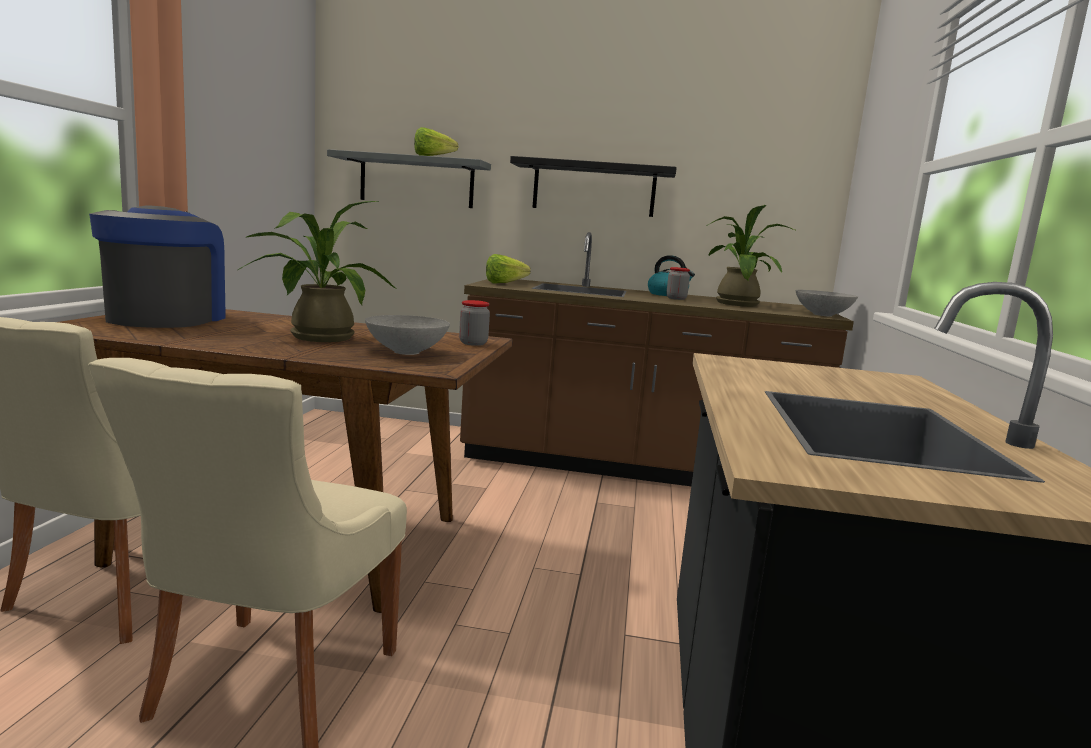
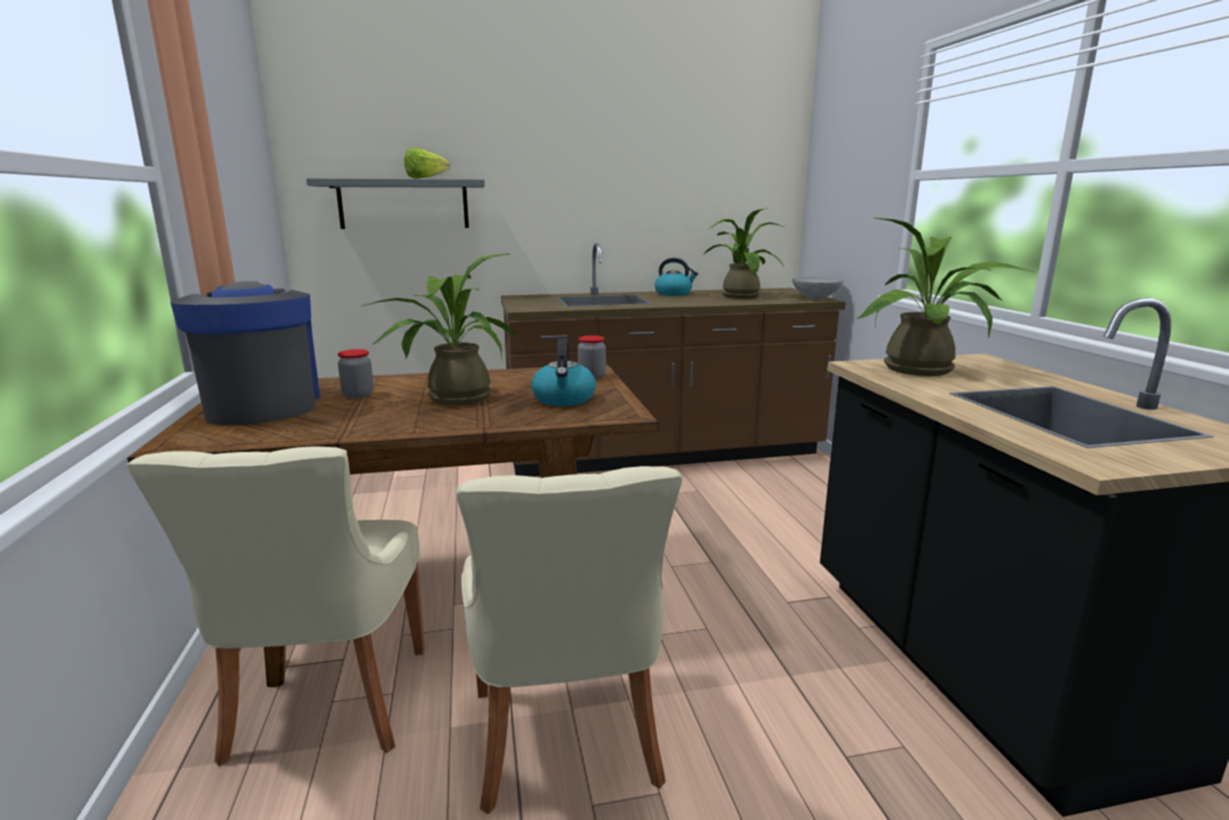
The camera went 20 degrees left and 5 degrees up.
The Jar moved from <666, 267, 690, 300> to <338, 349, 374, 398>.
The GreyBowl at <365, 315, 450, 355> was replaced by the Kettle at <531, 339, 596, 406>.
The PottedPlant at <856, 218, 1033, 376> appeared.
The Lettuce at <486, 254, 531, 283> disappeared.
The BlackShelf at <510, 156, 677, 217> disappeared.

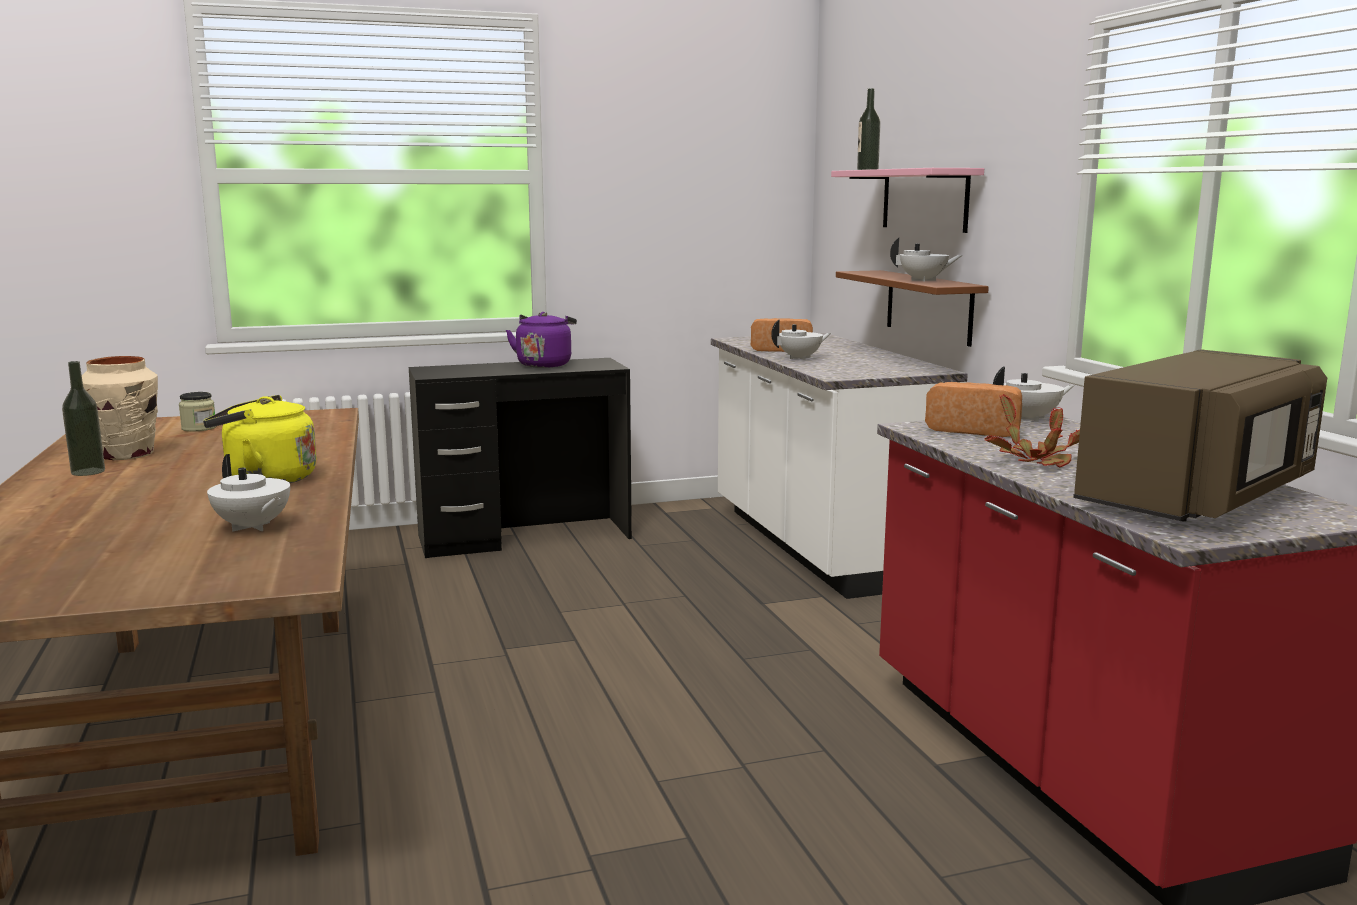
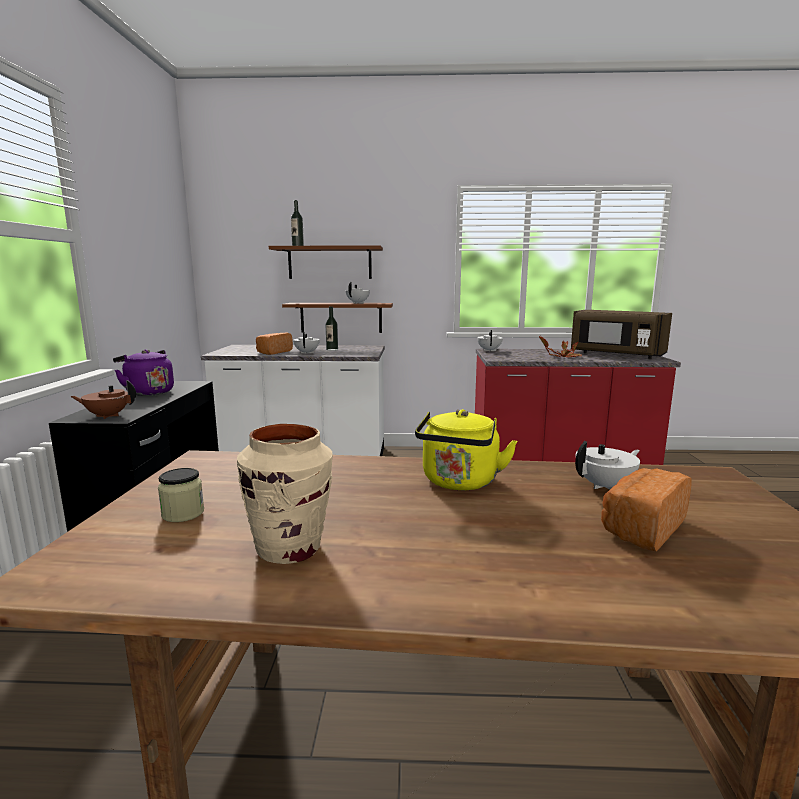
The camera went 70 degrees left and 0 degrees up.
The BrownTeapot at <70, 380, 136, 419> appeared.
The PinkShelf at <831, 168, 984, 233> became the BrownShelf at <269, 245, 383, 279>.
The Bottle moved from <62, 361, 105, 476> to <326, 306, 338, 351>.
The BrownMicrowave at <1073, 349, 1327, 521> turned 150 degrees clockwise.
The Bread moved from <925, 382, 1022, 437> to <601, 468, 692, 551>.

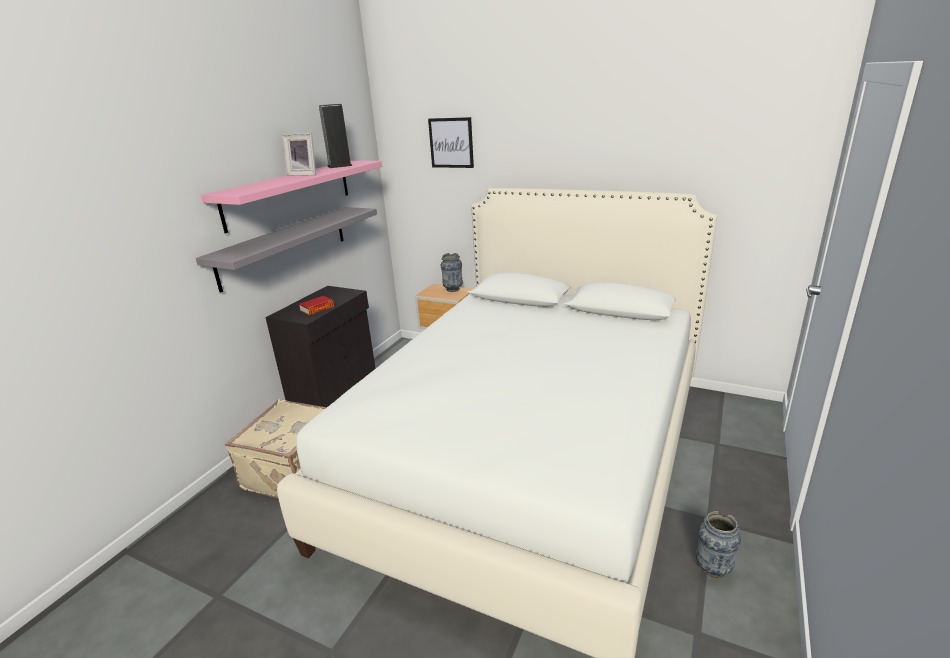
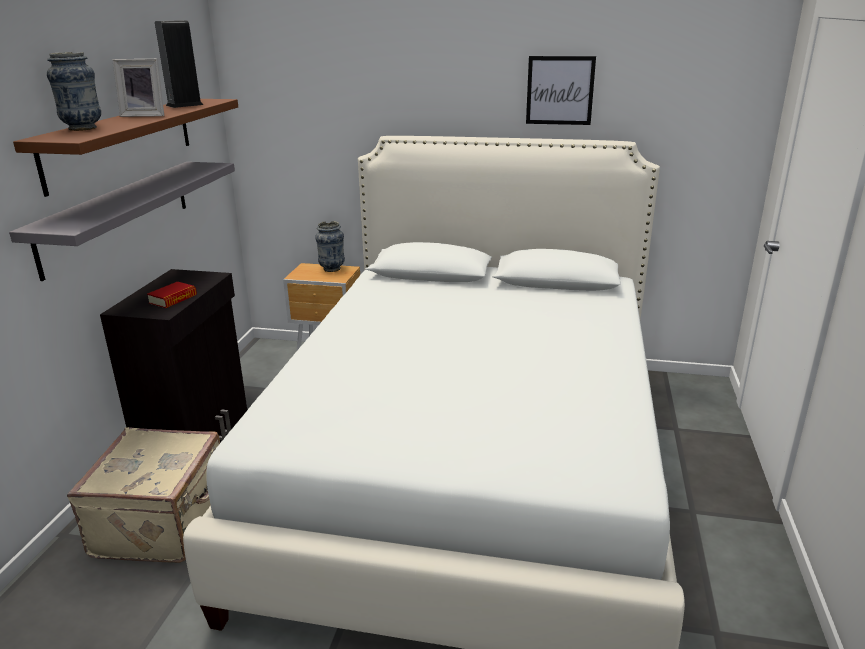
The camera went 15 degrees left and 0 degrees up.
The PinkShelf at <201, 161, 382, 233> became the BrownShelf at <13, 99, 238, 197>.
The Vase moved from <696, 511, 741, 578> to <47, 52, 101, 131>.
The Picture moved from <428, 117, 474, 168> to <526, 56, 596, 125>.

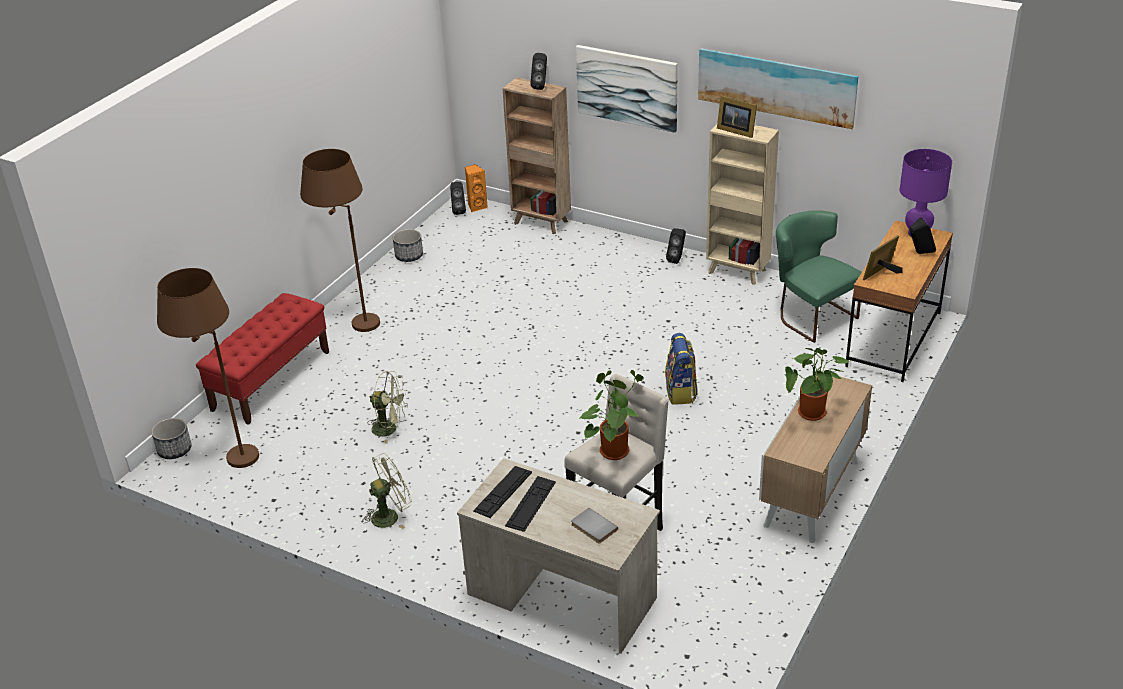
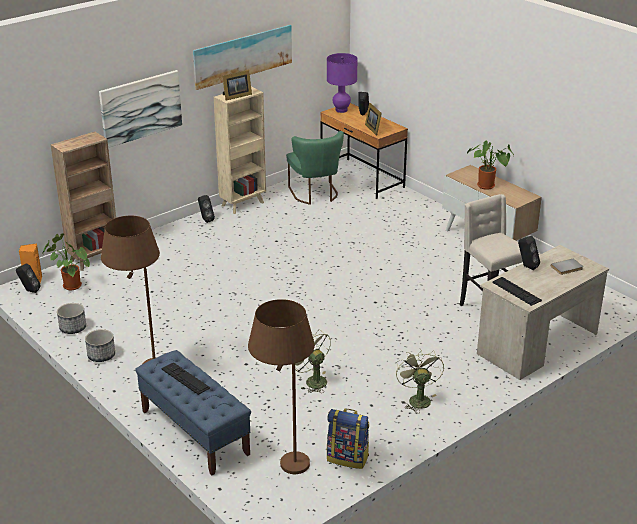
The camera went 70 degrees left and 5 degrees down.
The PottedPlant moved from <580, 370, 644, 460> to <42, 233, 90, 290>.
The Planter moved from <151, 418, 192, 459> to <85, 329, 115, 362>.
The RedBench at <196, 293, 329, 425> became the BlueBench at <135, 350, 251, 475>.
The Keyboard moved from <505, 476, 556, 532> to <161, 362, 210, 395>.
The GreenChair at <776, 210, 862, 343> turned 90 degrees counterclockwise.
The GreenFan at <367, 371, 408, 444> turned 75 degrees counterclockwise.
The Backpack moved from <665, 333, 698, 404> to <327, 409, 369, 469>.
The BlackSpeaker moved from <530, 53, 547, 90> to <518, 236, 540, 270>.

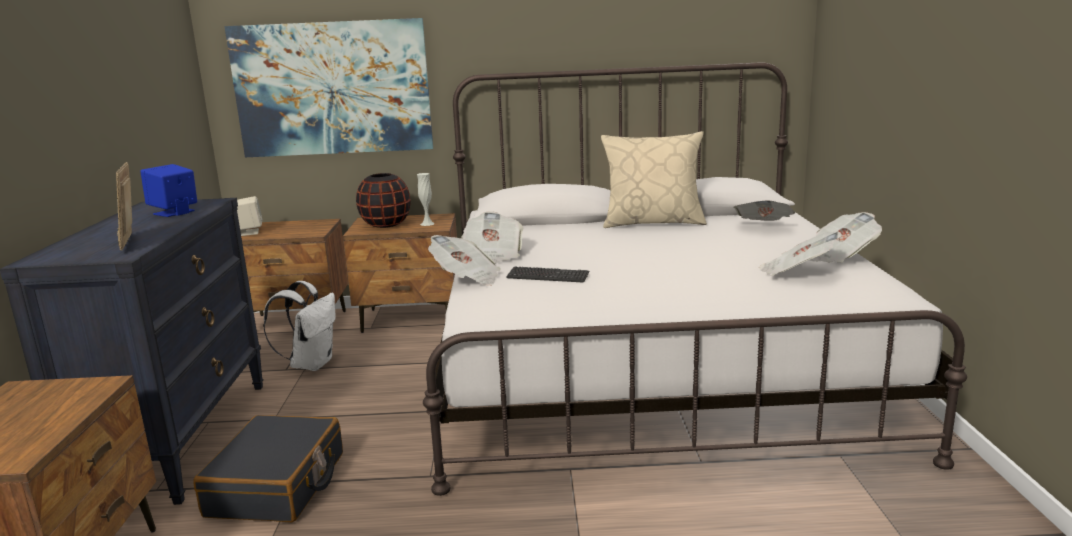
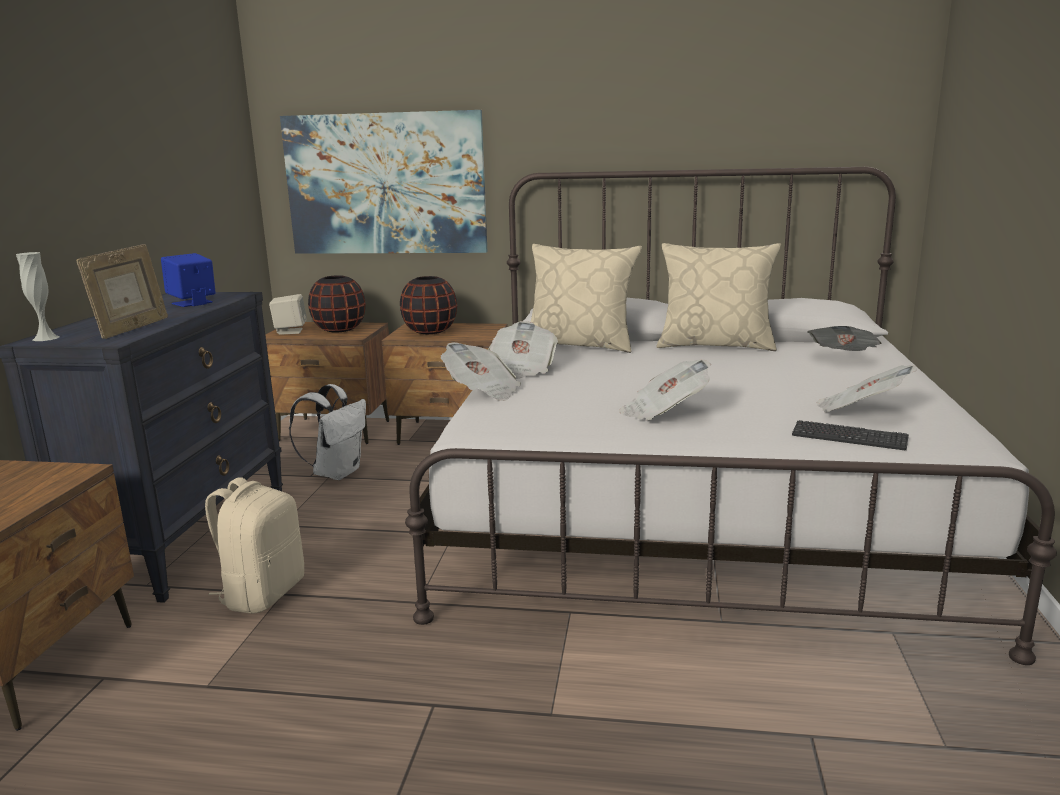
The camera went 10 degrees right and 0 degrees up.
The WhiteVase moved from <417, 173, 435, 226> to <16, 252, 60, 341>.
The PictureFrame at <116, 162, 132, 251> turned 150 degrees counterclockwise.
The BlackSuitcase at <193, 415, 343, 522> was replaced by the BeigeBackpack at <205, 477, 304, 614>.
The BlackVase at <308, 275, 366, 332> appeared.
The BeigePillow at <530, 244, 642, 353> appeared.
The Newspaper moved from <809, 212, 882, 263> to <619, 360, 711, 421>.
The Keyboard moved from <506, 266, 589, 283> to <792, 420, 909, 450>.

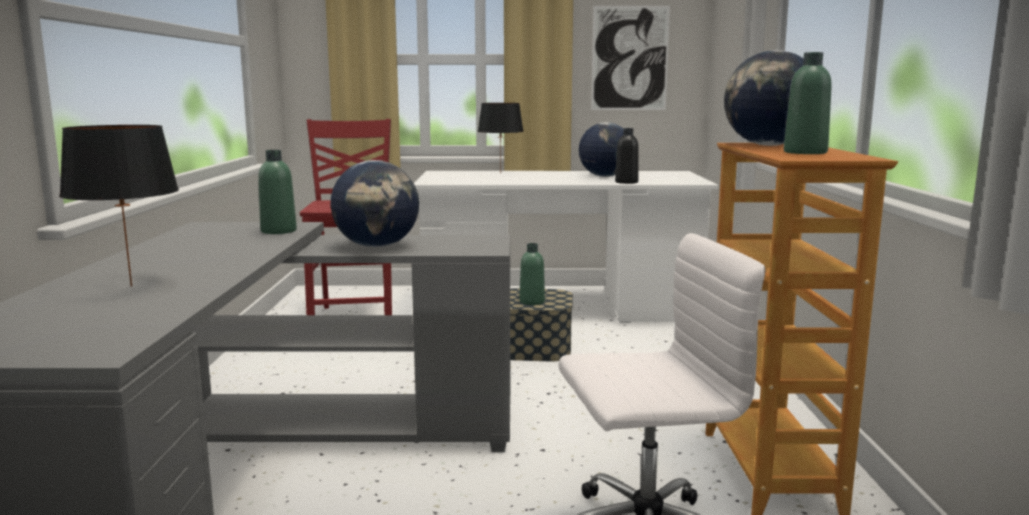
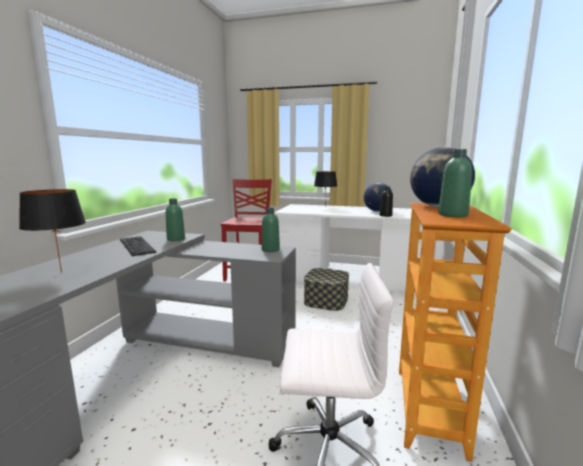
The camera went 15 degrees right and 0 degrees up.
The Keyboard at <120, 236, 157, 256> appeared.
The GreenBottle moved from <519, 243, 545, 305> to <262, 208, 280, 252>.
The Globe at <331, 160, 419, 248> disappeared.
The Picture at <591, 6, 670, 110> disappeared.

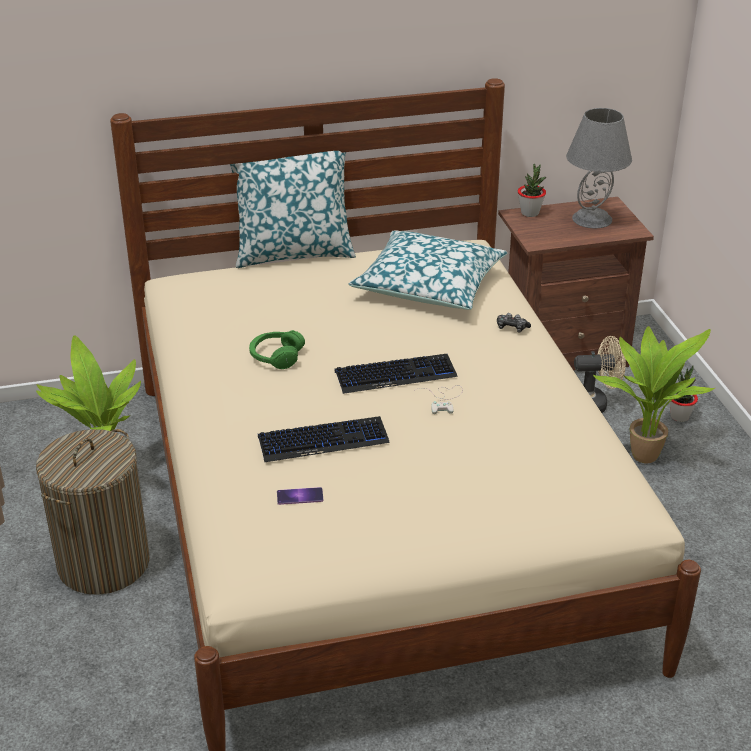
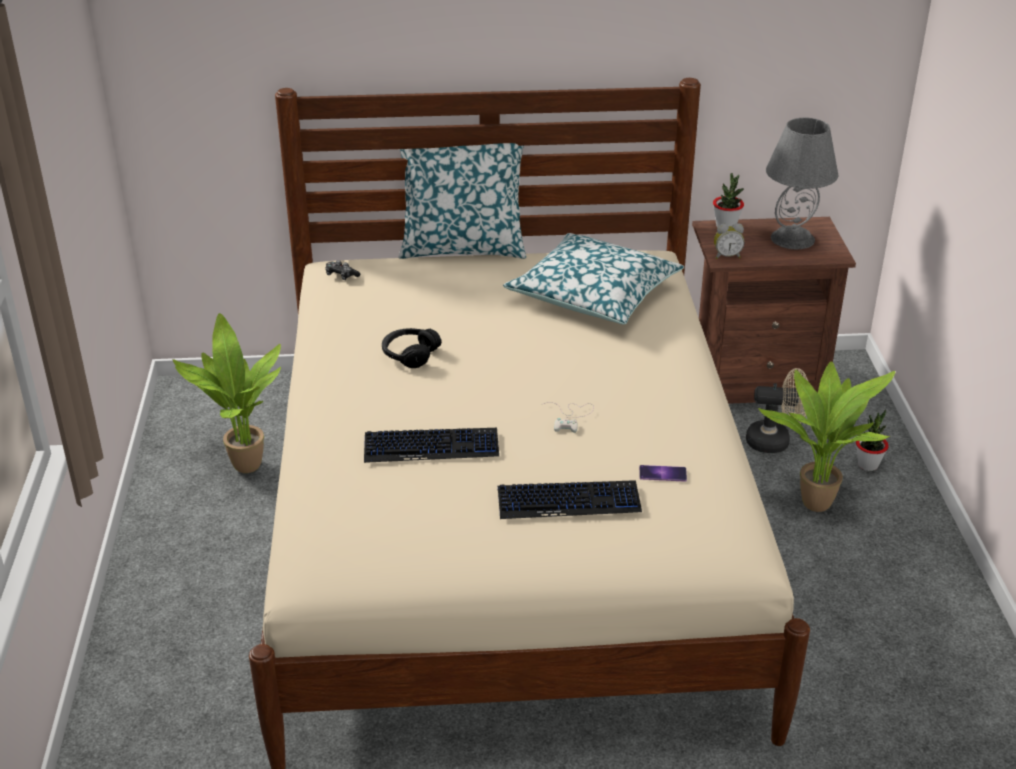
The camera went 10 degrees right and 0 degrees up.
The GameController moved from <497, 313, 531, 332> to <325, 260, 360, 280>.
The GreenHeadphones at <249, 330, 305, 369> became the BlackHeadphones at <382, 328, 441, 368>.
The Keyboard moved from <335, 354, 458, 394> to <498, 480, 642, 519>.
The Phone moved from <277, 487, 323, 505> to <639, 465, 687, 481>.
The AlarmClock at <714, 223, 744, 259> appeared.
The LaundryBasket at <36, 429, 150, 595> disappeared.

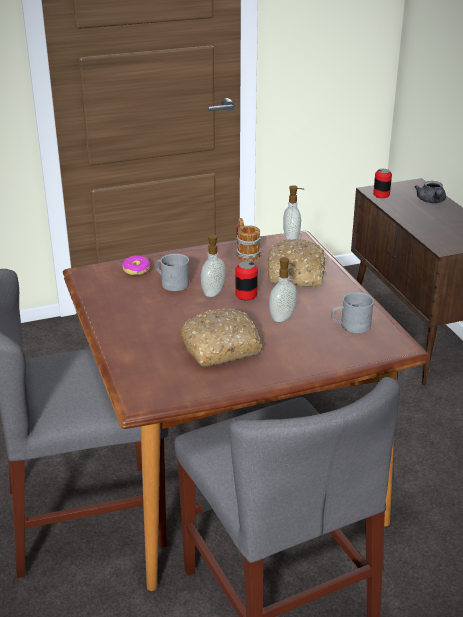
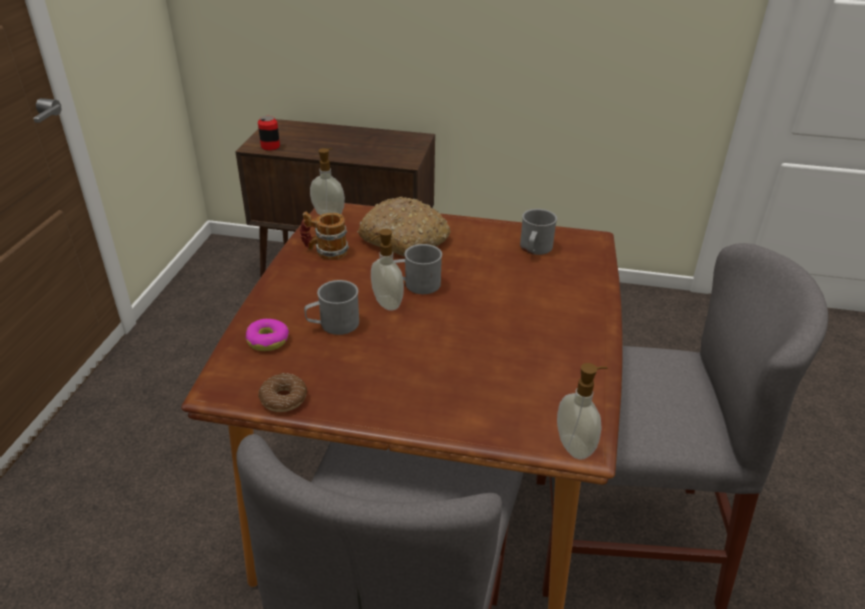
The camera went 60 degrees left and 5 degrees up.
The Donut at <258, 373, 307, 412> appeared.
The Can at <236, 261, 258, 300> was replaced by the GreyMug at <393, 244, 442, 294>.
The SoapDispenser moved from <269, 257, 297, 322> to <557, 363, 607, 460>.
The Bread at <181, 308, 262, 367> disappeared.
The GreyTeapot at <414, 181, 446, 203> disappeared.

